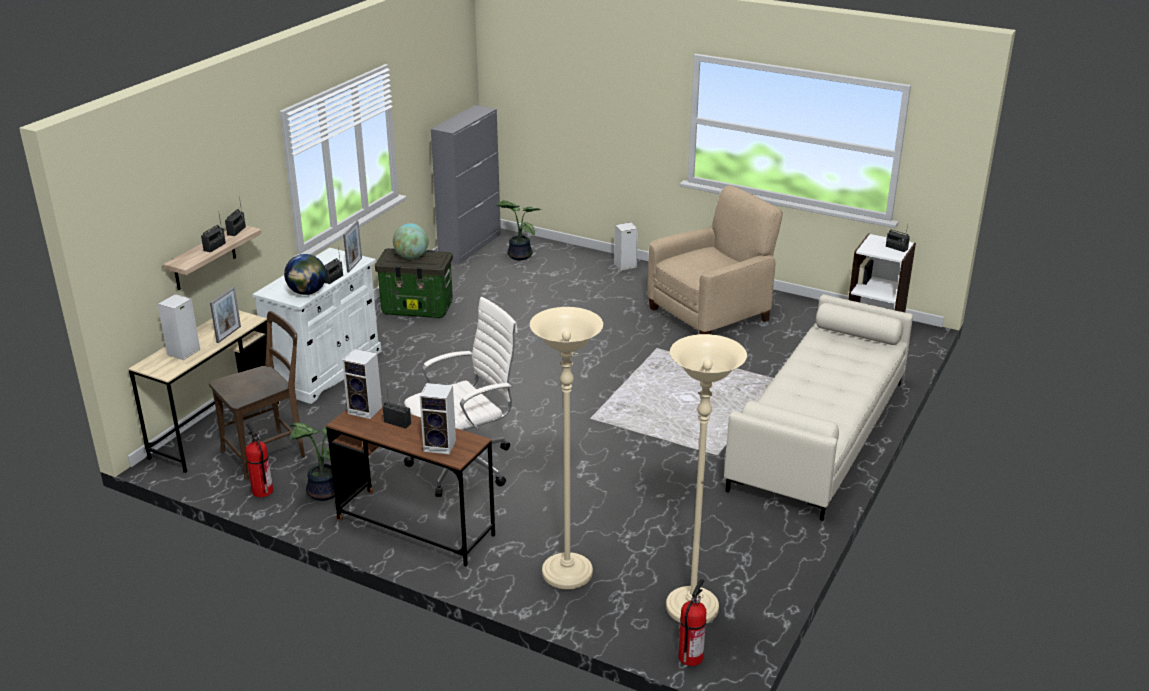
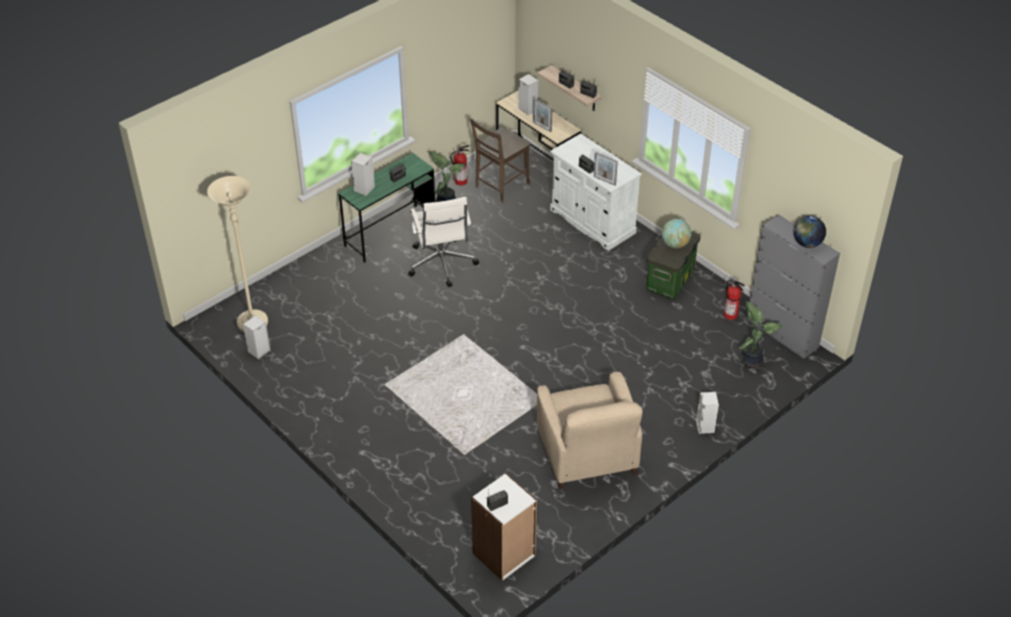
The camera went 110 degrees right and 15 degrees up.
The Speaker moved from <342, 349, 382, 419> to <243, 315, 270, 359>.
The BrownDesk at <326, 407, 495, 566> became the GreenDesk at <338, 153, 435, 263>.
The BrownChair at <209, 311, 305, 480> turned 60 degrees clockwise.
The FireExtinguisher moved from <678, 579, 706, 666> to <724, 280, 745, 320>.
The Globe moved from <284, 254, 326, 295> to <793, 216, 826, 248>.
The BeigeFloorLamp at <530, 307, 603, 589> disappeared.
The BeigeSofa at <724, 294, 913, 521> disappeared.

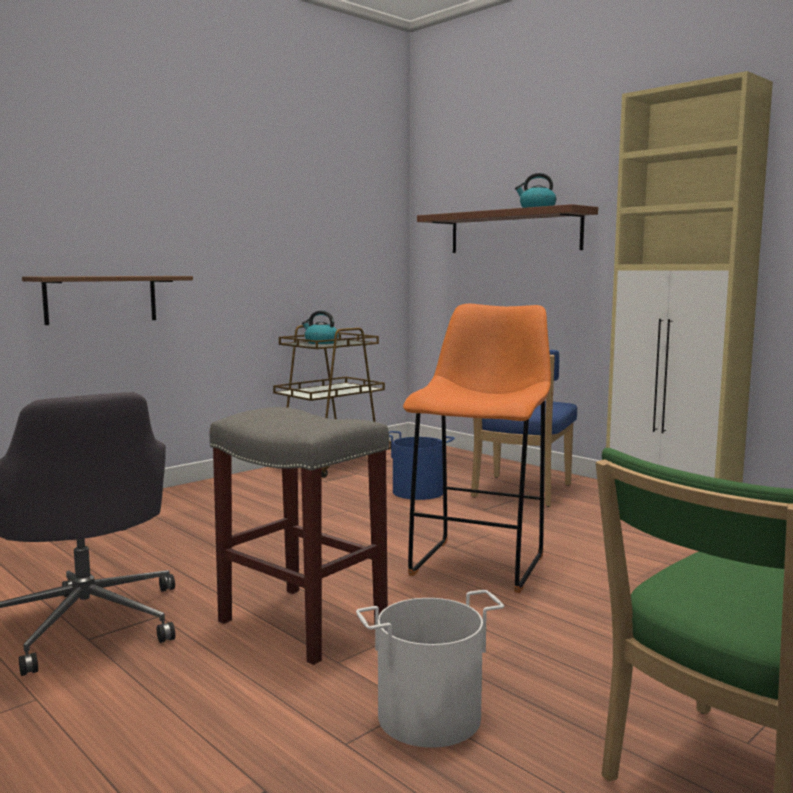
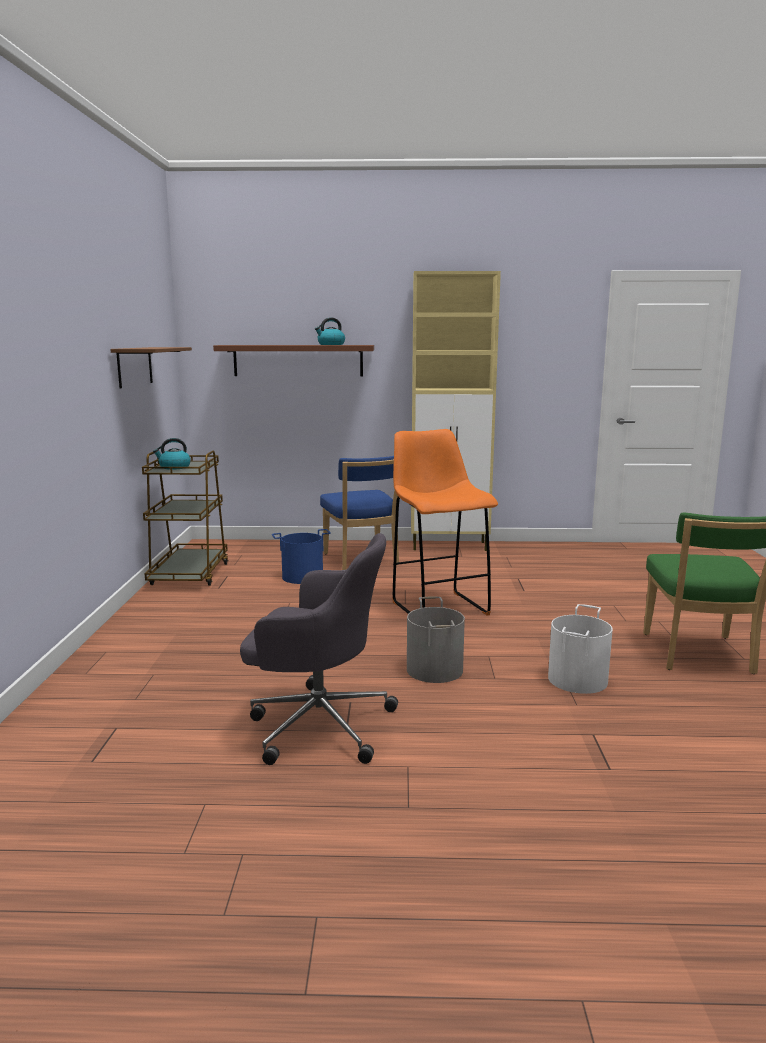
The camera went 45 degrees left and 5 degrees up.
The BrownShelf moved from <22, 276, 193, 325> to <110, 347, 192, 389>.
The GreyStool at <210, 407, 389, 665> was replaced by the GreyBucket at <407, 597, 465, 683>.

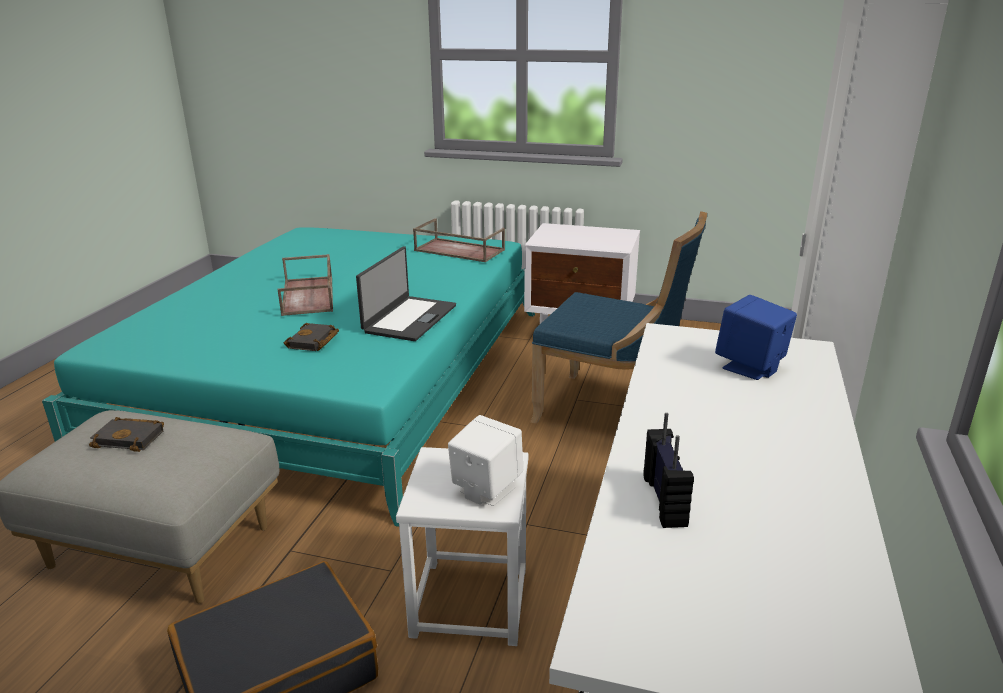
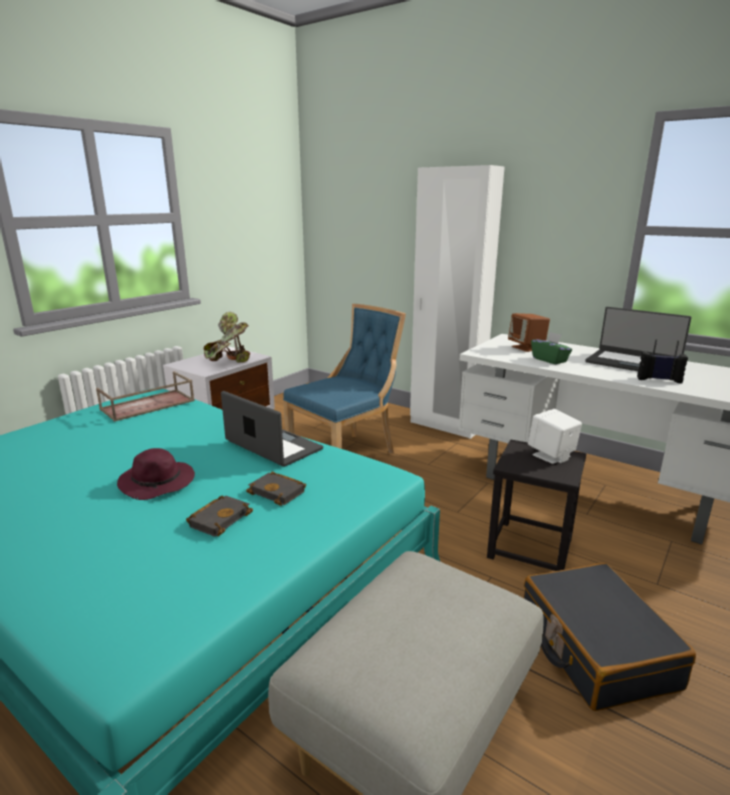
The camera went 70 degrees left and 5 degrees down.
The BrownTray at <278, 254, 333, 316> was replaced by the PurpleHat at <117, 448, 195, 500>.
The BlackBook moved from <89, 417, 164, 452> to <186, 495, 253, 537>.
The PottedPlant at <204, 312, 250, 363> appeared.
The WhiteStool at <396, 447, 528, 646> became the BlackStool at <487, 440, 586, 571>.
The BlueSpeaker at <715, 295, 797, 380> became the BrownSpeaker at <508, 313, 550, 352>.
The GreenTissueBox at <531, 332, 572, 364> appeared.
The Laptop at <585, 307, 692, 371> appeared.

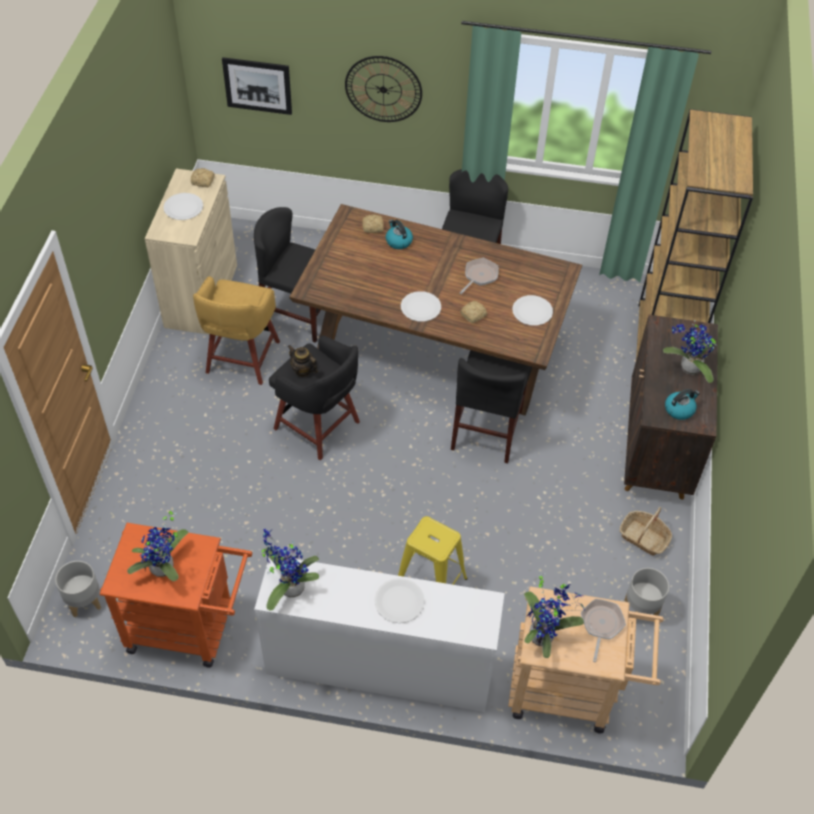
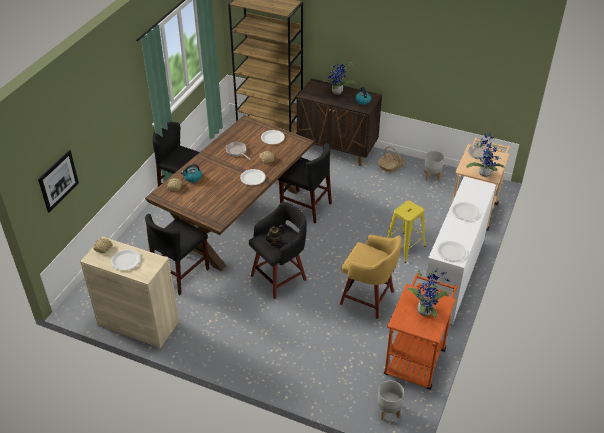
The camera went 75 degrees left and 10 degrees down.
The YellowStool moved from <193, 276, 280, 385> to <340, 235, 402, 319>.
The PottedPlant at <262, 529, 319, 611> was replaced by the WhitePlate at <437, 241, 466, 261>.
The WallClock at <345, 56, 422, 122> disappeared.

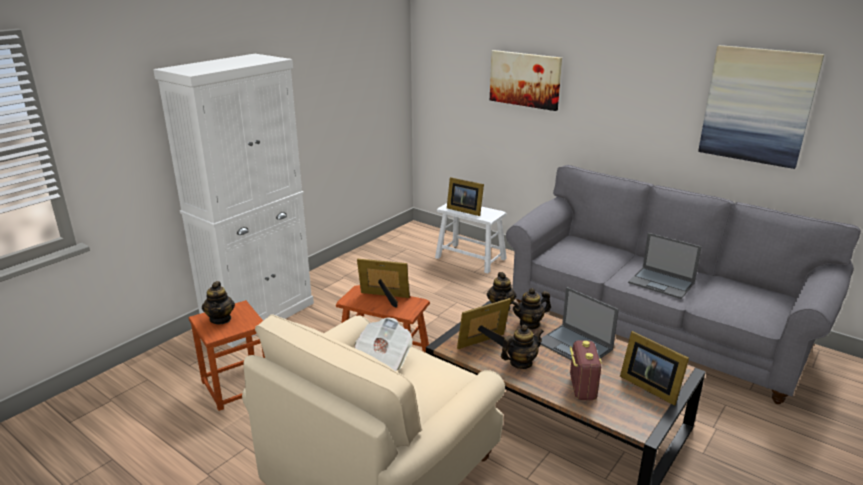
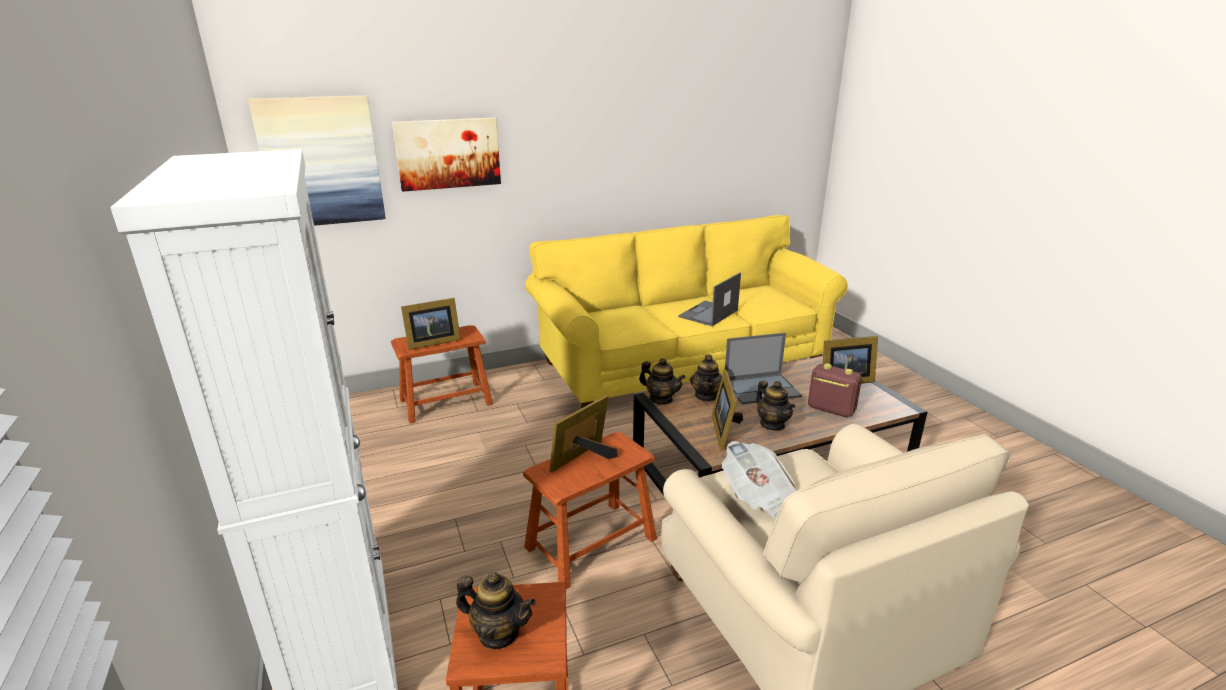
The camera went 60 degrees left and 0 degrees up.
The Picture moved from <698, 45, 824, 169> to <248, 95, 386, 226>.
The WhiteStool at <435, 203, 507, 274> became the BrownStool at <391, 325, 493, 424>.
The GreySofa at <506, 165, 861, 404> became the YellowSofa at <525, 215, 848, 408>.
The Laptop at <628, 233, 702, 299> turned 150 degrees clockwise.
The Teapot at <501, 325, 544, 369> turned 150 degrees clockwise.

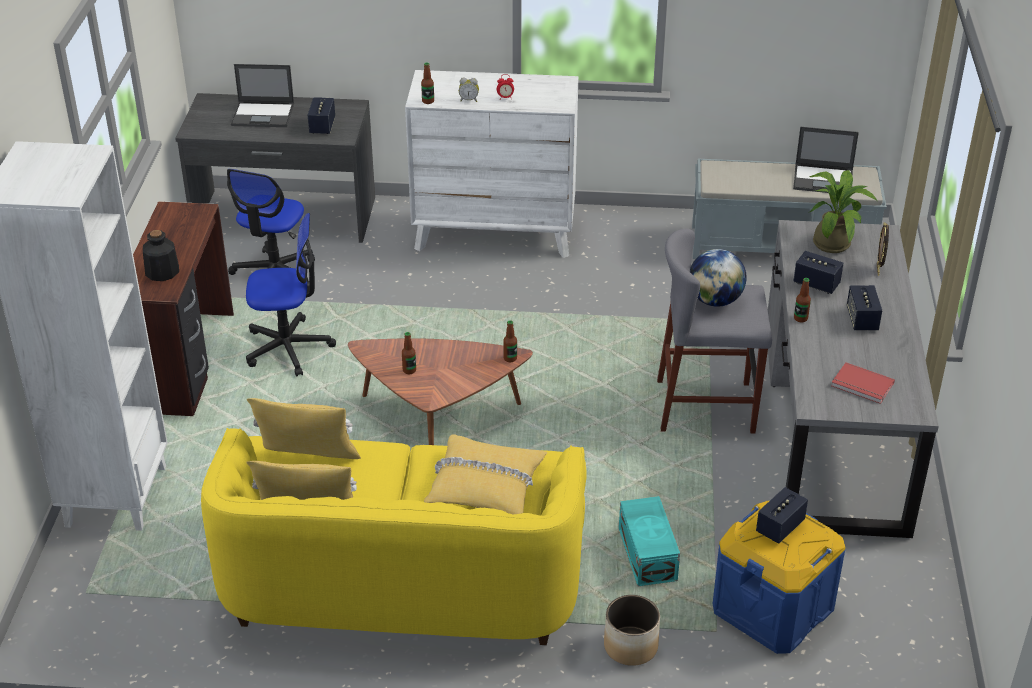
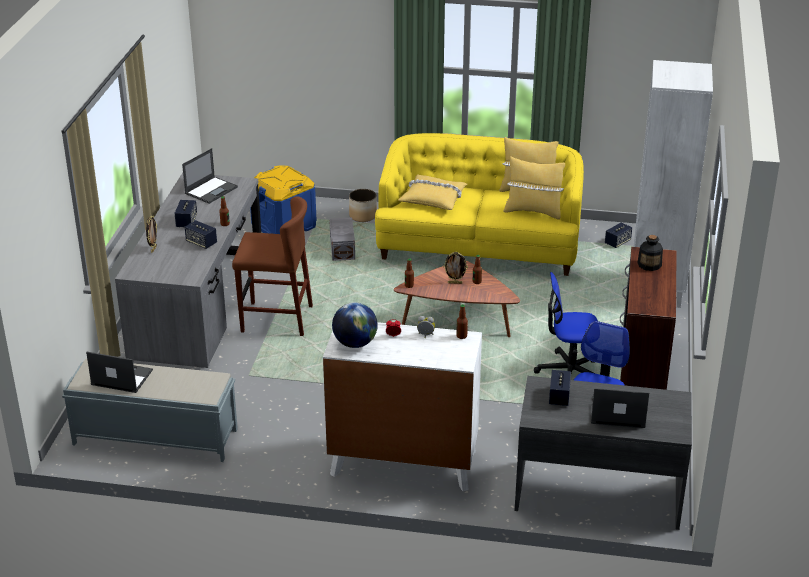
The camera went 175 degrees left and 5 degrees down.
The RedBook at <831, 362, 895, 404> was replaced by the Laptop at <182, 148, 238, 204>.
The GreyStool at <657, 229, 772, 434> became the BrownStool at <232, 196, 313, 336>.
The TurquoiseStorageBox at <619, 496, 680, 586> became the GreyStorageBox at <329, 217, 355, 261>.
The Globe moved from <690, 249, 747, 307> to <332, 302, 378, 348>.
The PictureFrame at <443, 252, 468, 284> appeared.
The Speaker moved from <756, 487, 808, 544> to <605, 222, 632, 248>.
The PottedPlant at <809, 170, 877, 253> disappeared.

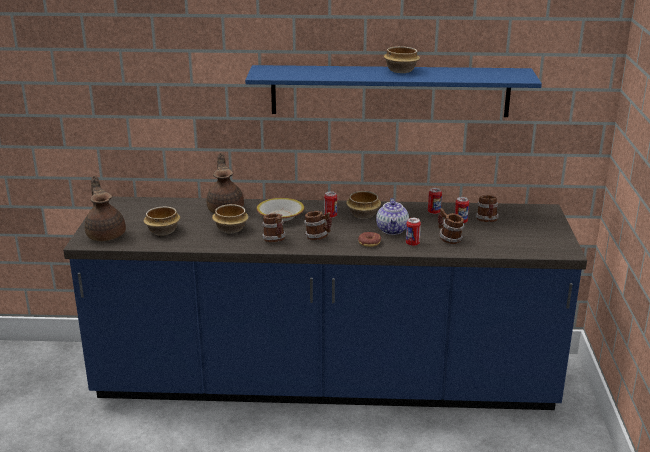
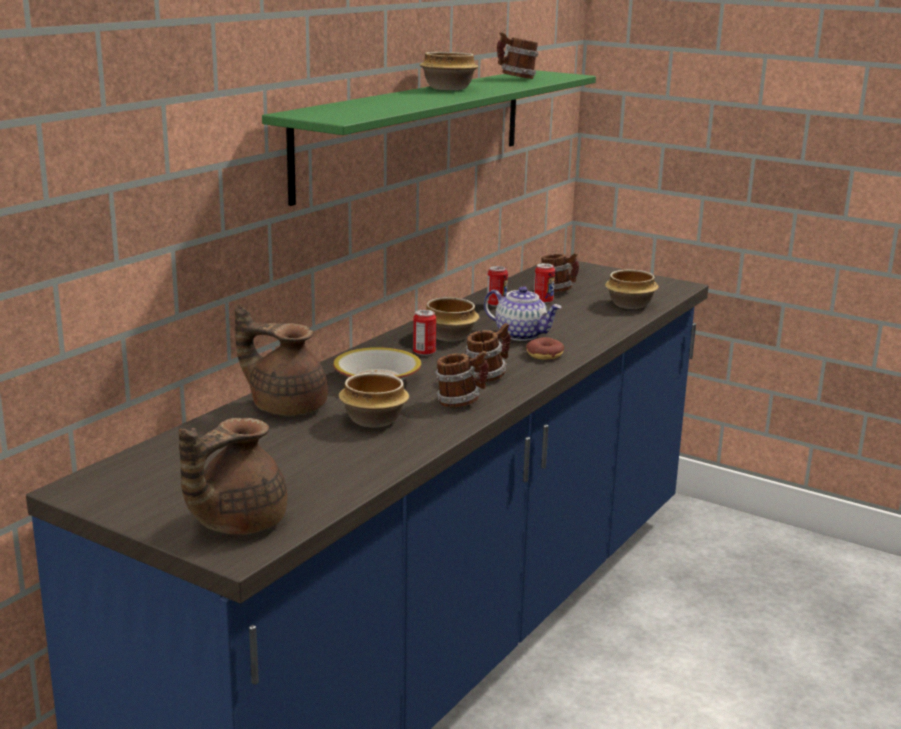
The camera went 60 degrees left and 5 degrees down.
The BrownTeapot at <85, 176, 126, 241> turned 60 degrees counterclockwise.
The BlueShelf at <245, 65, 542, 117> became the GreenShelf at <262, 70, 596, 206>.
The Mug moved from <438, 208, 465, 244> to <497, 32, 539, 79>.
The Bowl moved from <144, 207, 180, 236> to <605, 270, 659, 309>.
The Can at <406, 218, 421, 246> disappeared.

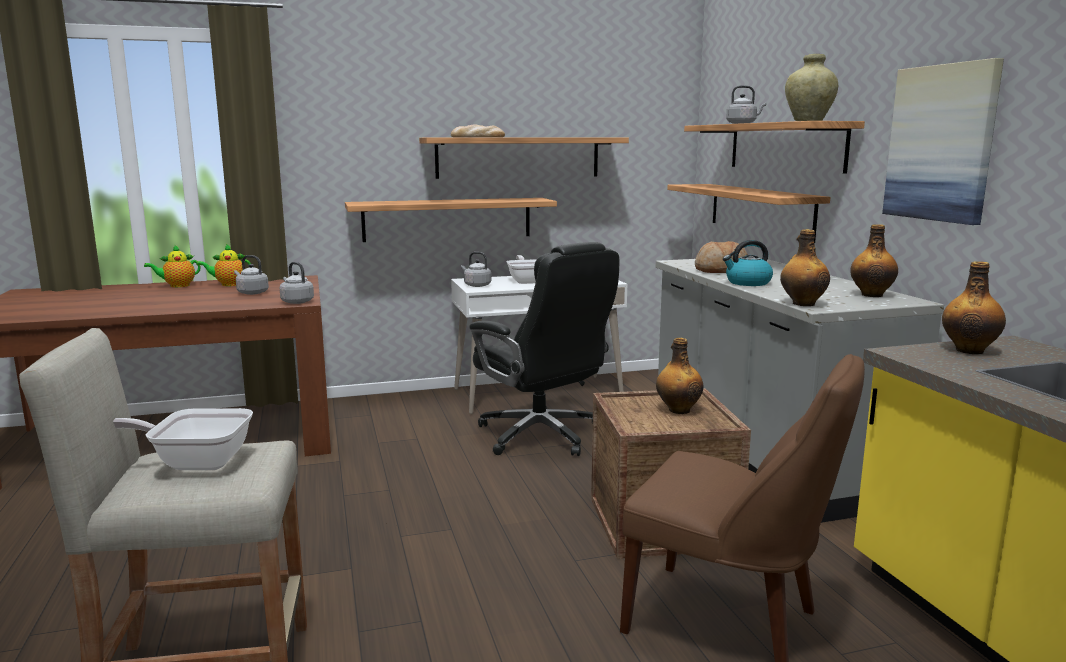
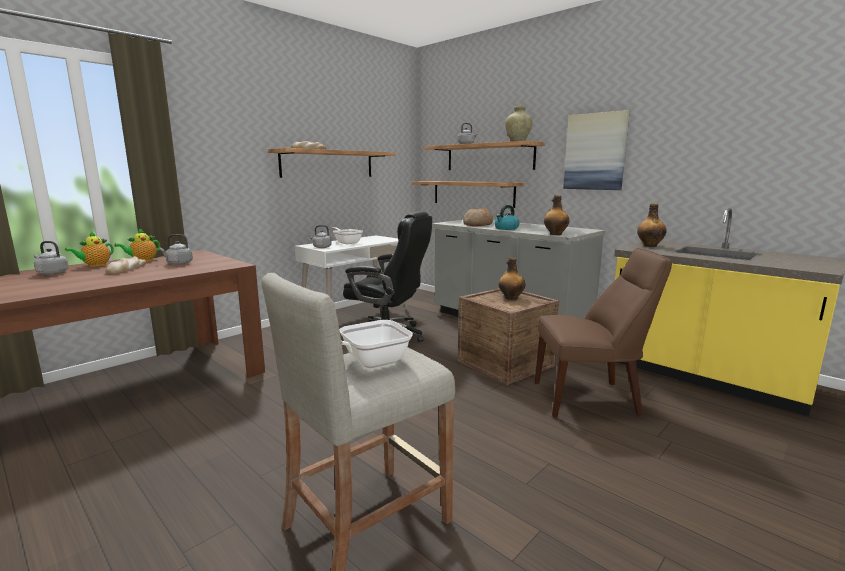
The camera went 30 degrees left and 0 degrees up.
The GreyKettle moved from <280, 262, 314, 304> to <34, 241, 69, 275>.
The Bread at <106, 256, 146, 274> appeared.
The Shelf at <345, 198, 557, 242> disappeared.
The Bottle at <850, 224, 898, 297> disappeared.

